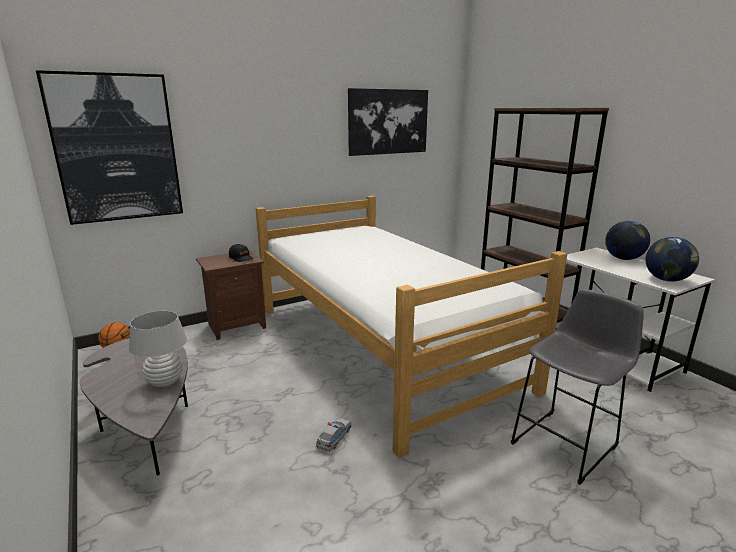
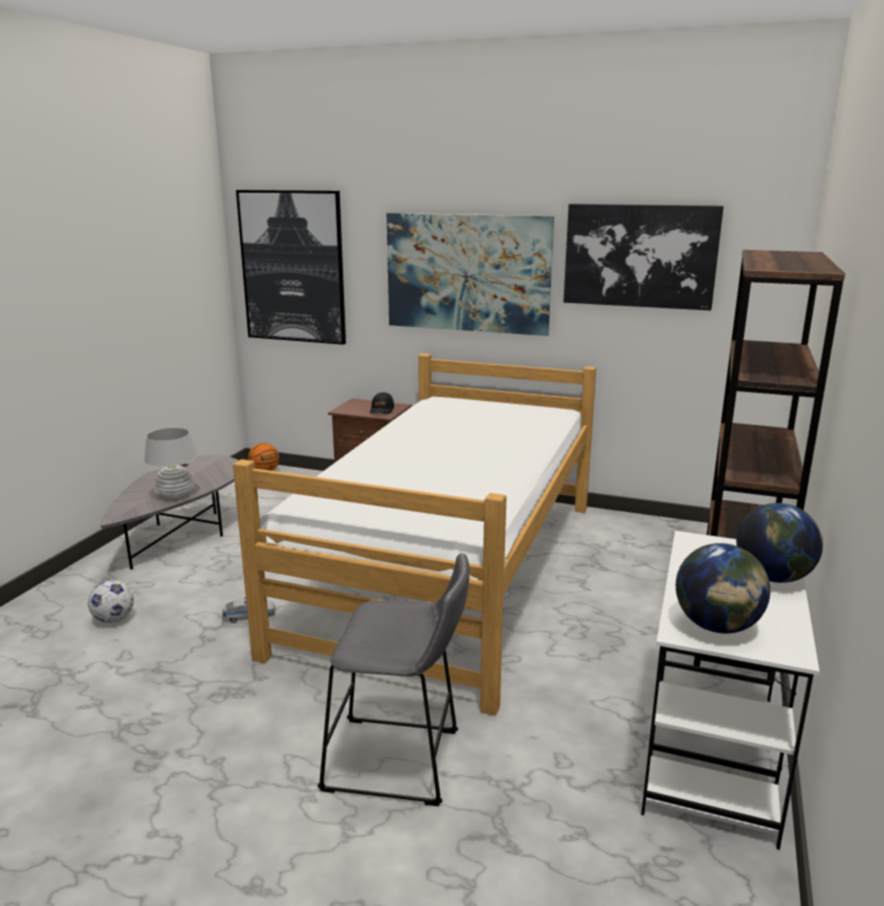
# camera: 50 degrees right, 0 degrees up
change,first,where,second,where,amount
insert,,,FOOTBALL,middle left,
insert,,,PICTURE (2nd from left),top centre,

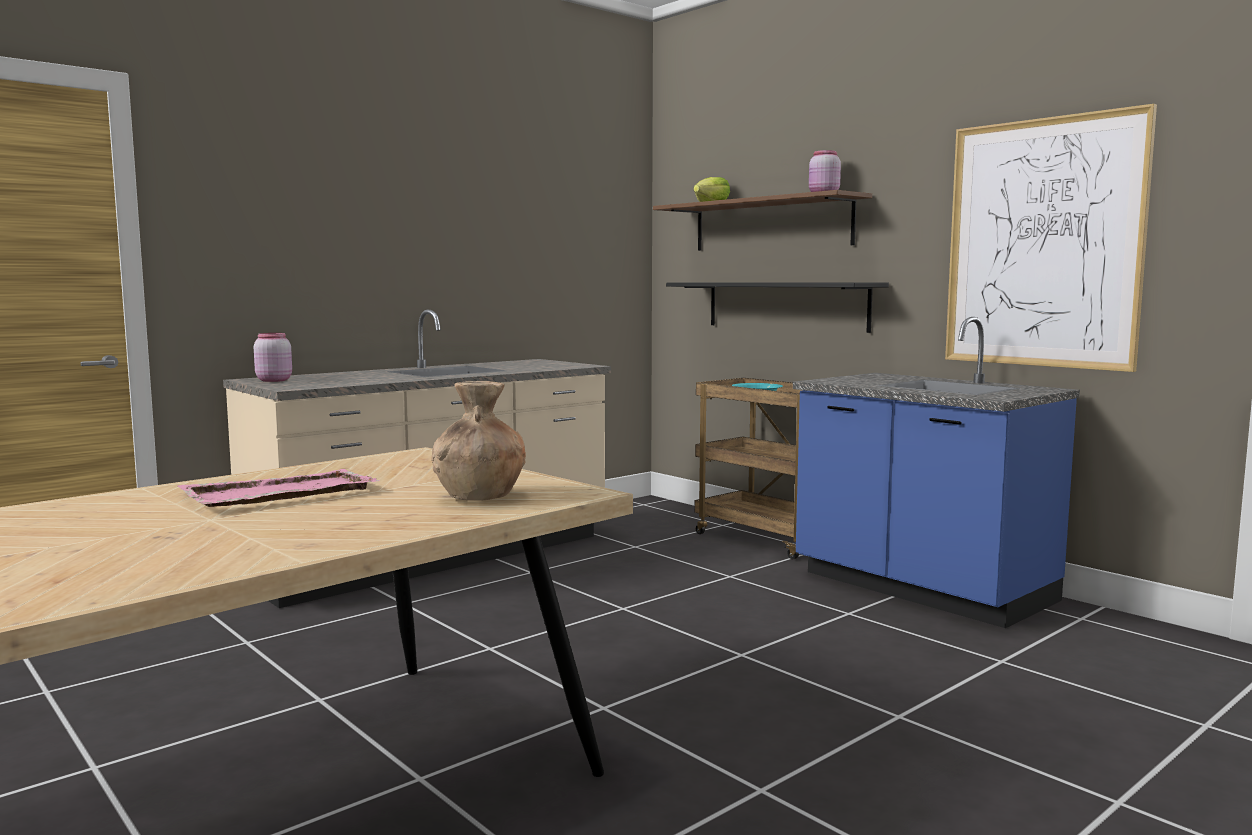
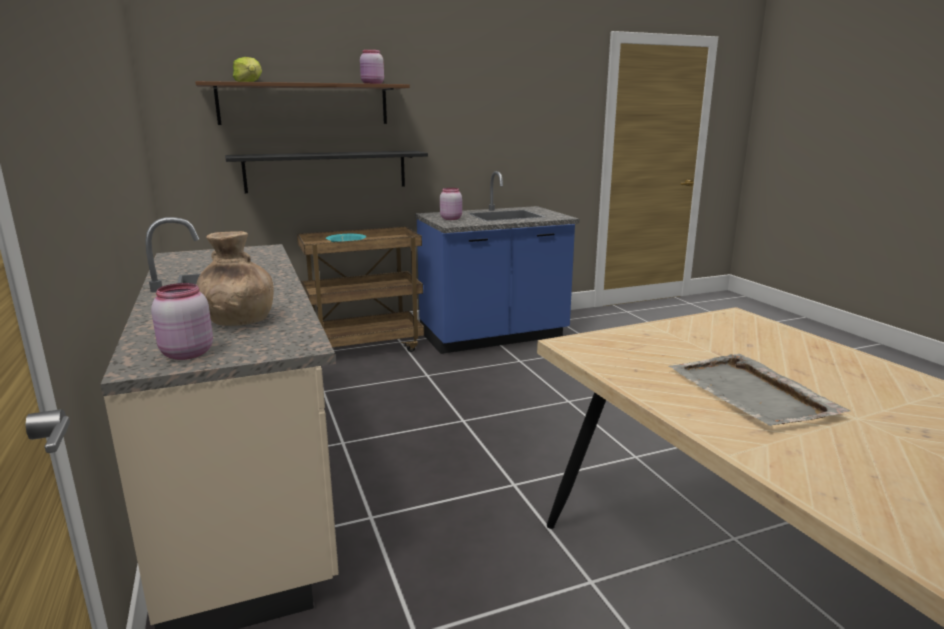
# camera: 70 degrees left, 10 degrees up
change,first,where,second,where,amount
delete,PICTURE,top right,,,
insert,,,PINK JAR (3rd from left),top centre,
move,BROWN VASE,centre,,middle left,
recolor,PINK TRAY,middle left,GREY TRAY,middle right,

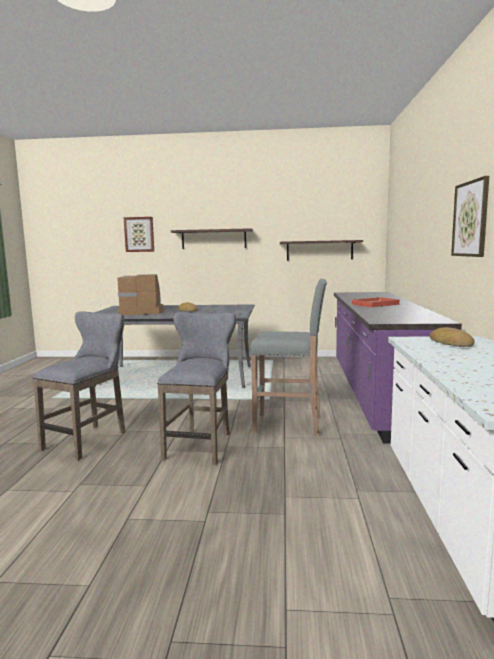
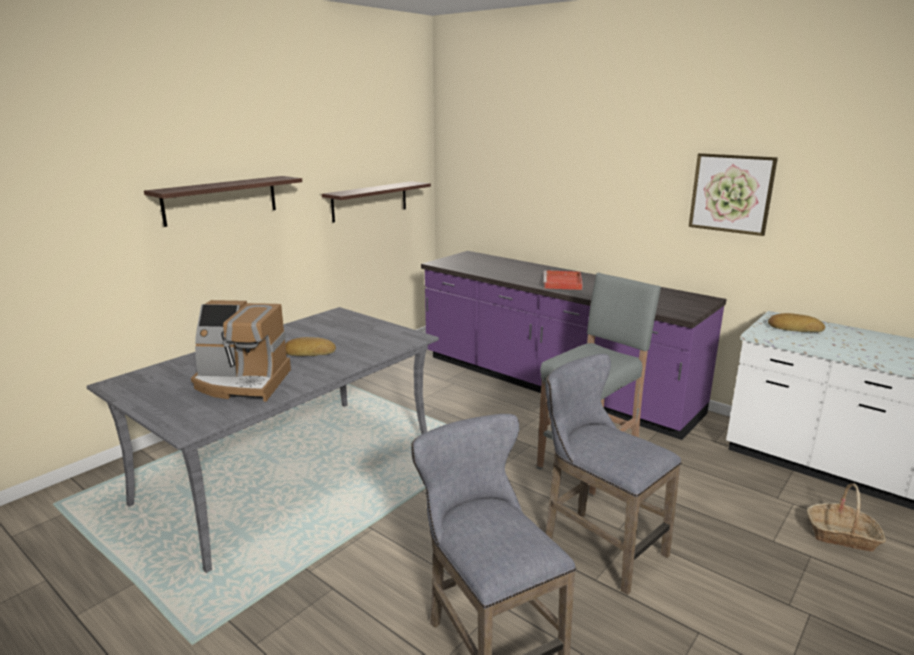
# camera: 55 degrees left, 10 degrees up
change,first,where,second,where,amount
delete,PICTURE (1st from left),middle left,,,
insert,,,BASKET,bottom right,
rotate,COFFEE MACHINE,middle left,,middle left,120 degrees counterclockwise

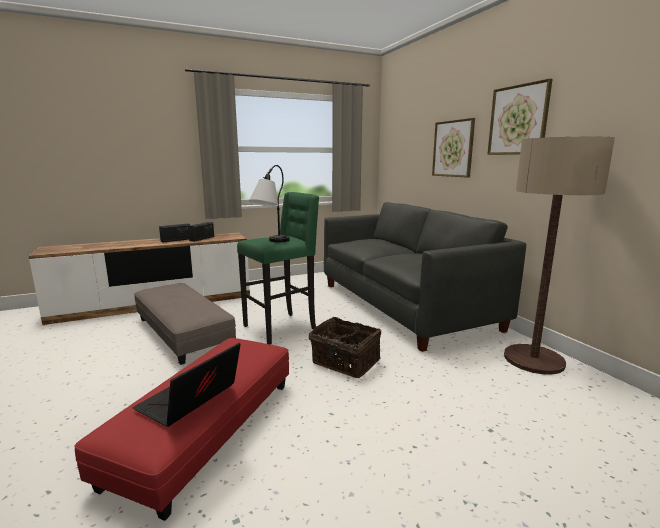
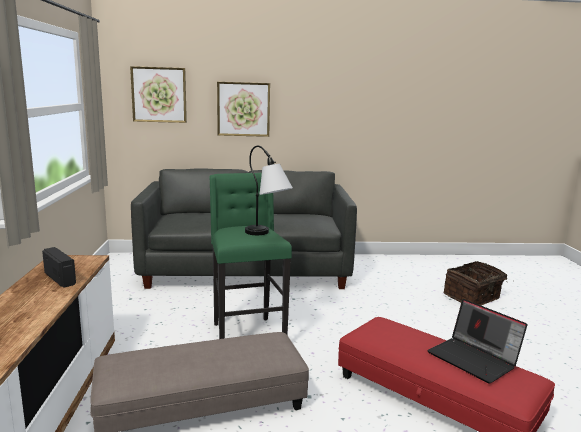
# camera: 70 degrees left, 0 degrees up
change,first,where,second,where,amount
delete,RADIO (1st from left),middle left,,,
delete,FLOOR LAMP,middle right,,,
move,BASKET,centre,,middle right,
move,PICTURE (2nd from left in the first image),top right,PICTURE (1st from left),top left,

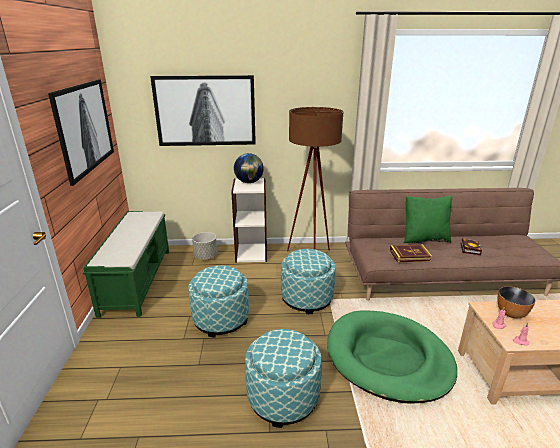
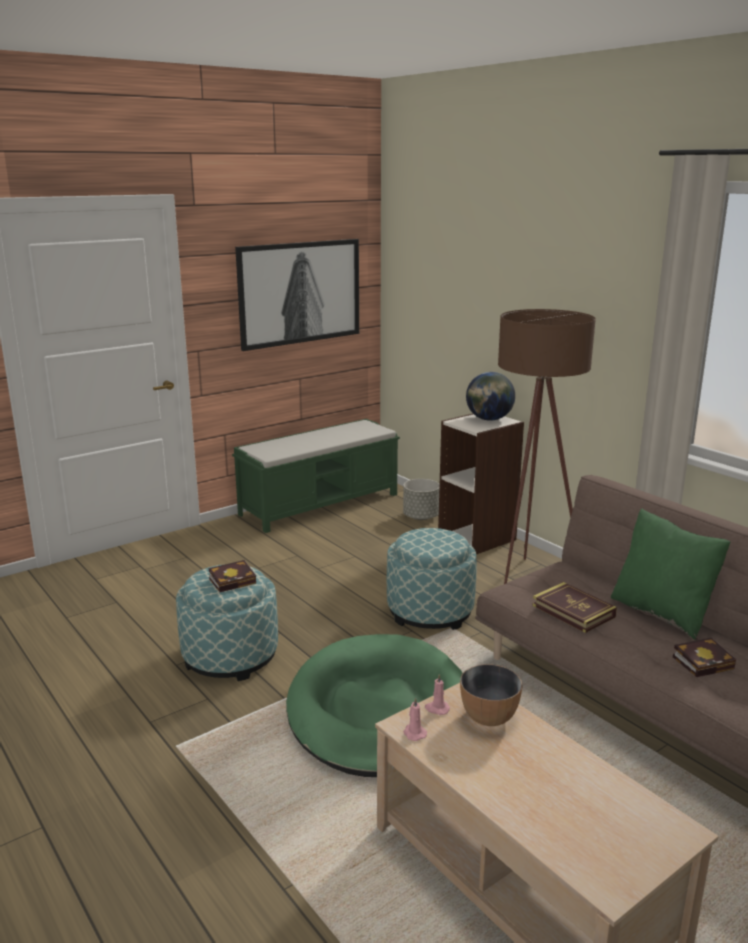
# camera: 55 degrees right, 5 degrees down
change,first,where,second,where,amount
delete,PICTURE (2nd from left),top centre,,,
delete,OTTOMAN (1st from left),bottom centre,,,
insert,,,BOOK (1st from left),middle left,

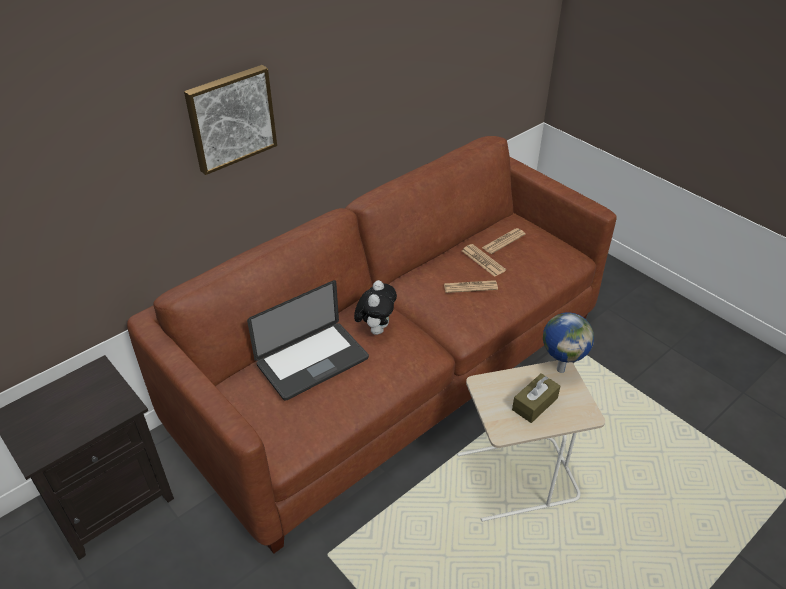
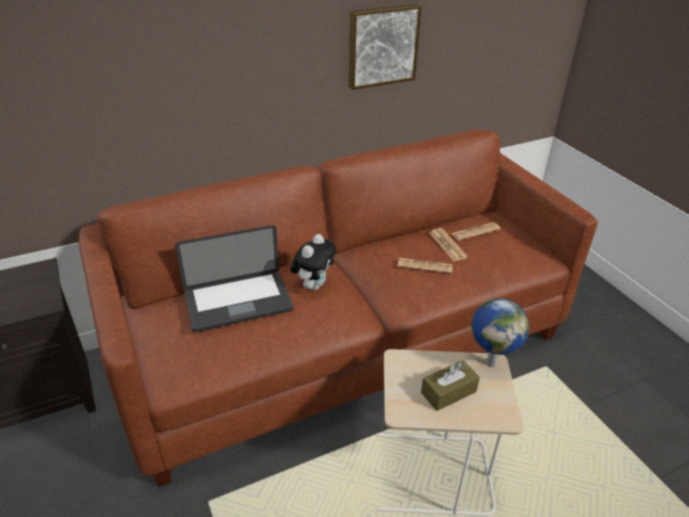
# camera: 15 degrees right, 5 degrees down
change,first,where,second,where,amount
move,PICTURE,top left,,top centre,

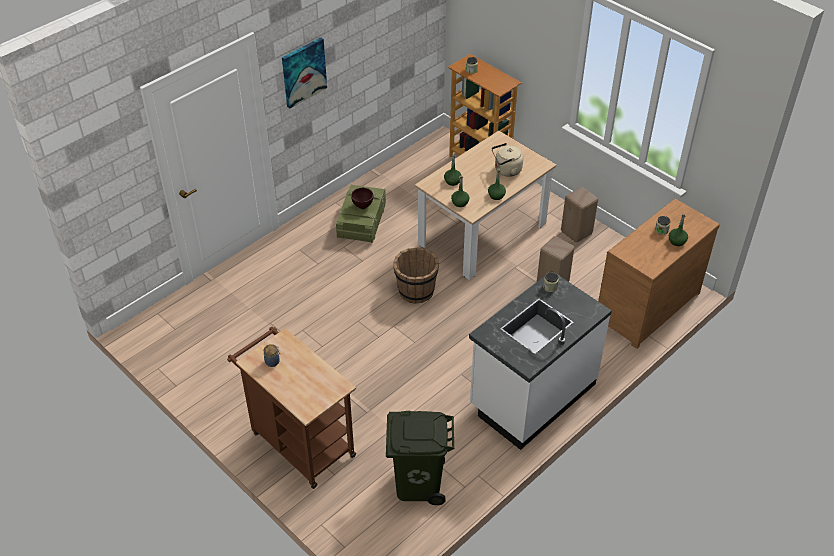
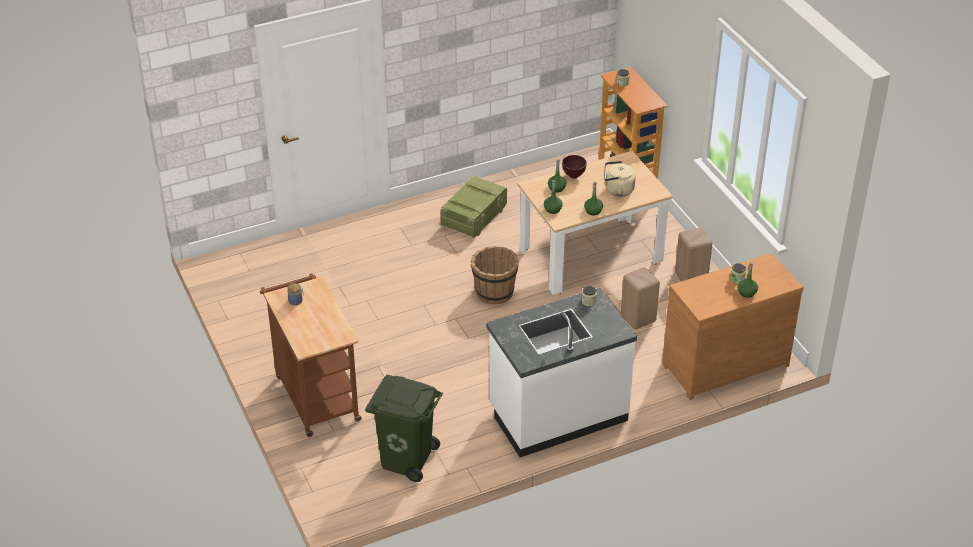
# camera: 20 degrees right, 5 degrees down
change,first,where,second,where,amount
delete,PICTURE,top centre,,,
move,BROWN BOWL,centre,,top centre,

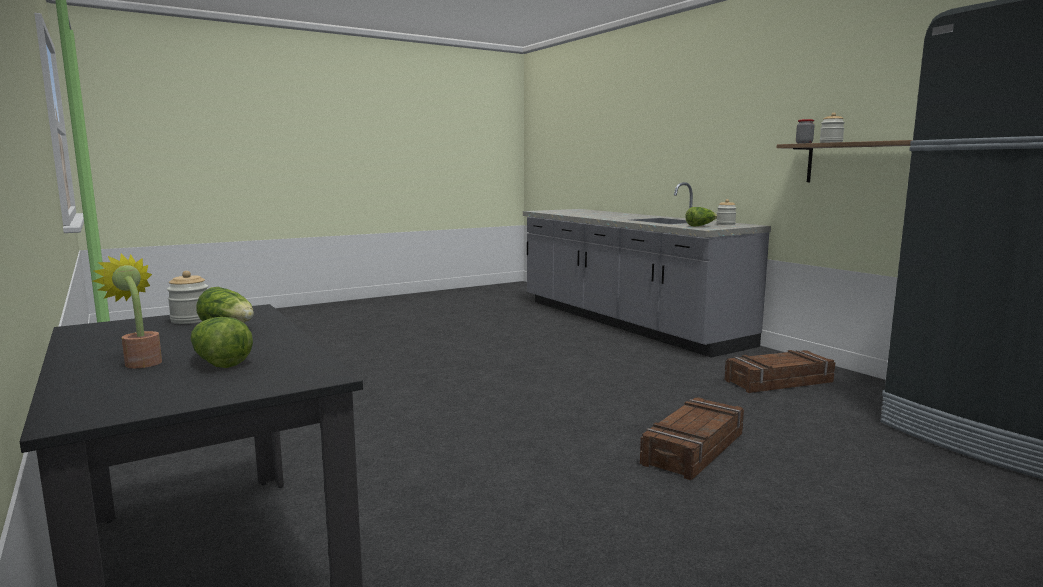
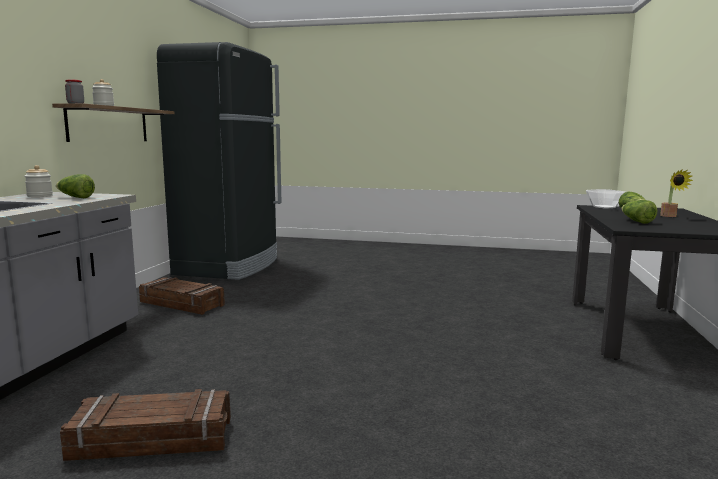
# camera: 135 degrees left, 0 degrees up
change,first,where,second,where,amount
delete,JAR (1st from left),middle left,,,
insert,,,BOWL,middle right,
move,CRATE (1st from left),bottom centre,,bottom left,

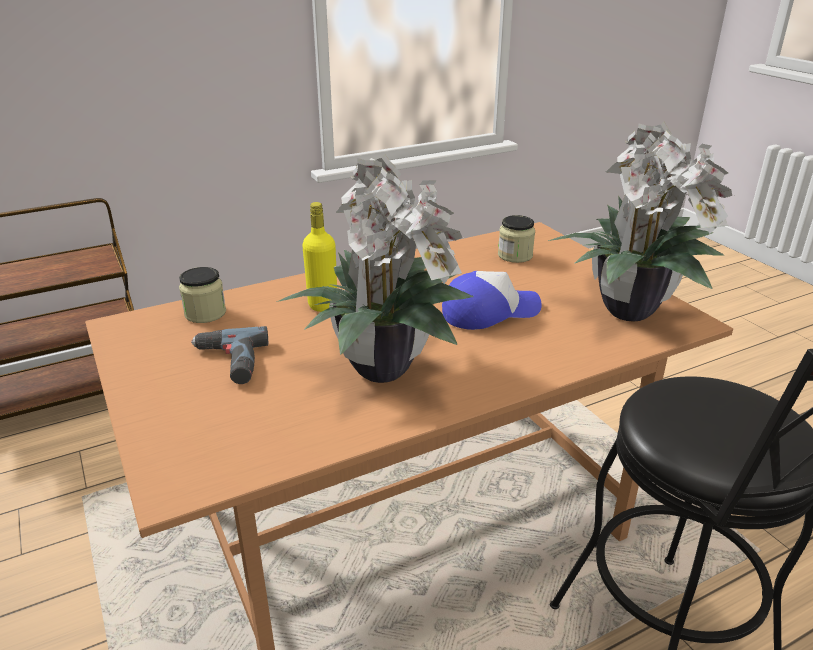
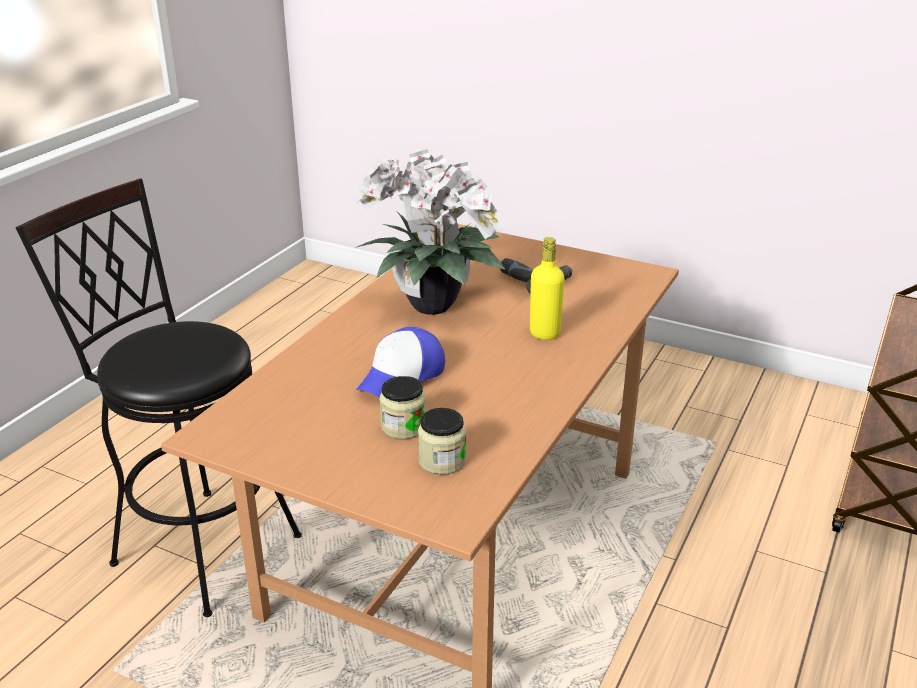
# camera: 145 degrees right, 0 degrees up
change,first,where,second,where,amount
delete,POTTED PLANT (2nd from left),middle right,,,
move,JAR (1st from left),middle left,,centre,

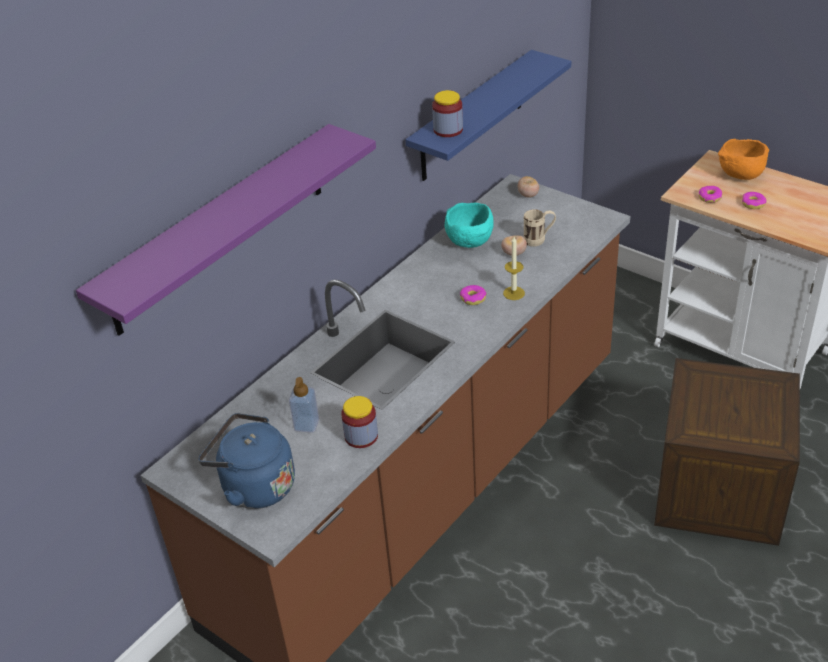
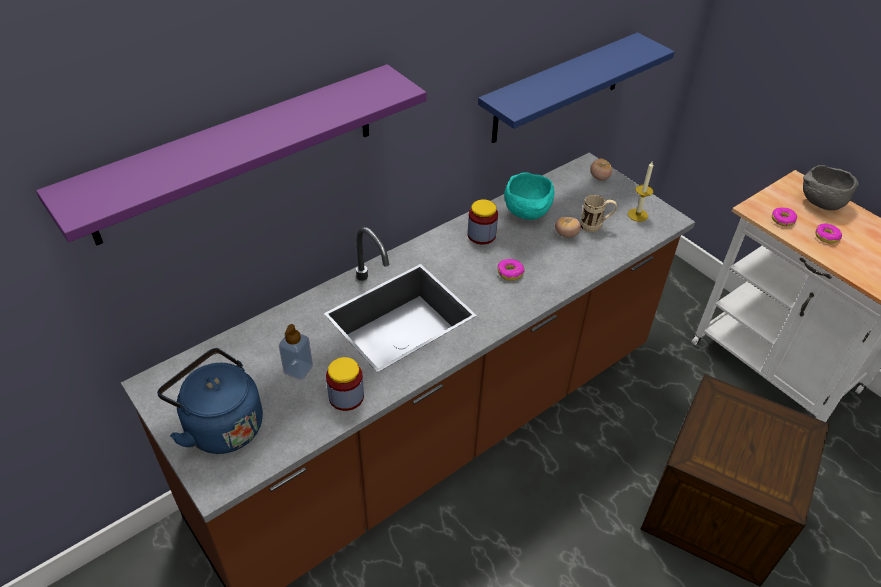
# camera: 10 degrees right, 5 degrees up
change,first,where,second,where,amount
move,JAR (2nd from left),top centre,,centre,
move,CANDLE,centre,,top right,
recolor,ORANGE BOWL,top right,GREY BOWL,top right,

